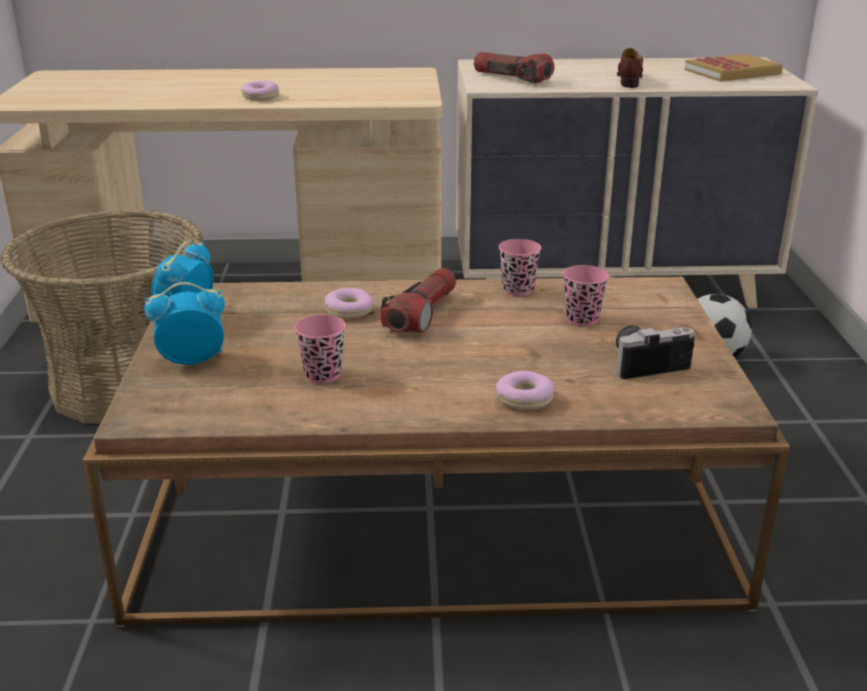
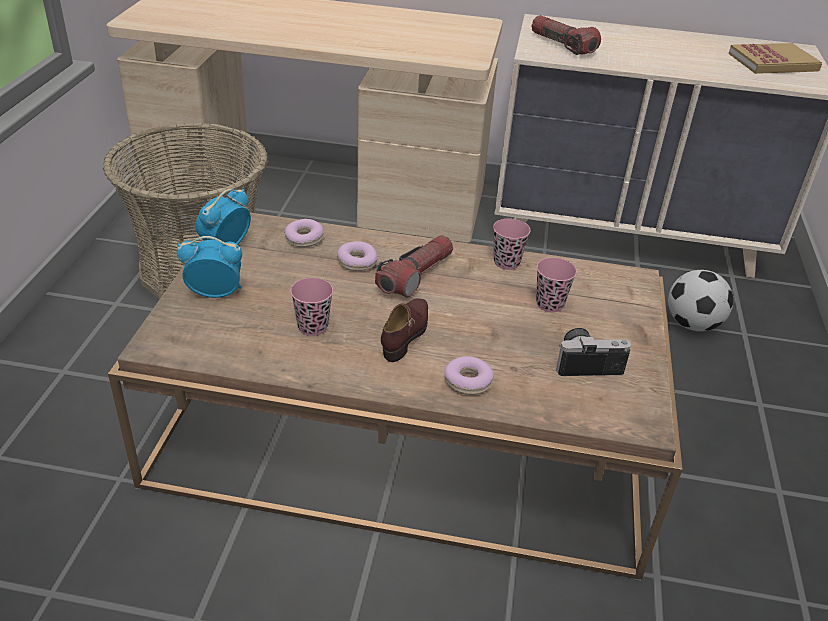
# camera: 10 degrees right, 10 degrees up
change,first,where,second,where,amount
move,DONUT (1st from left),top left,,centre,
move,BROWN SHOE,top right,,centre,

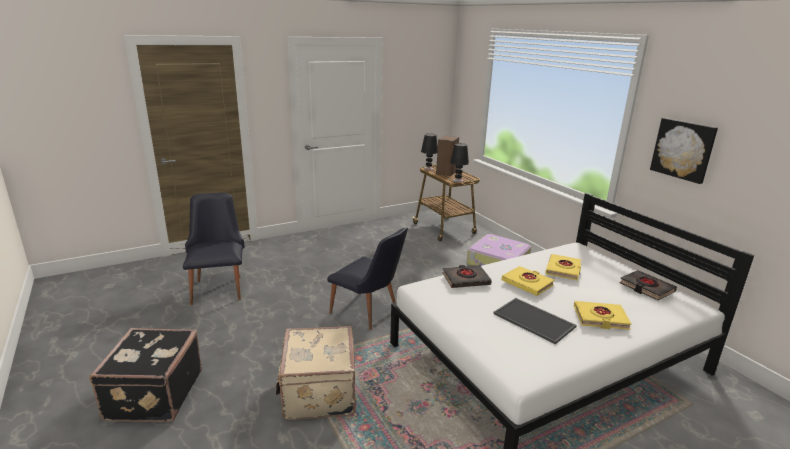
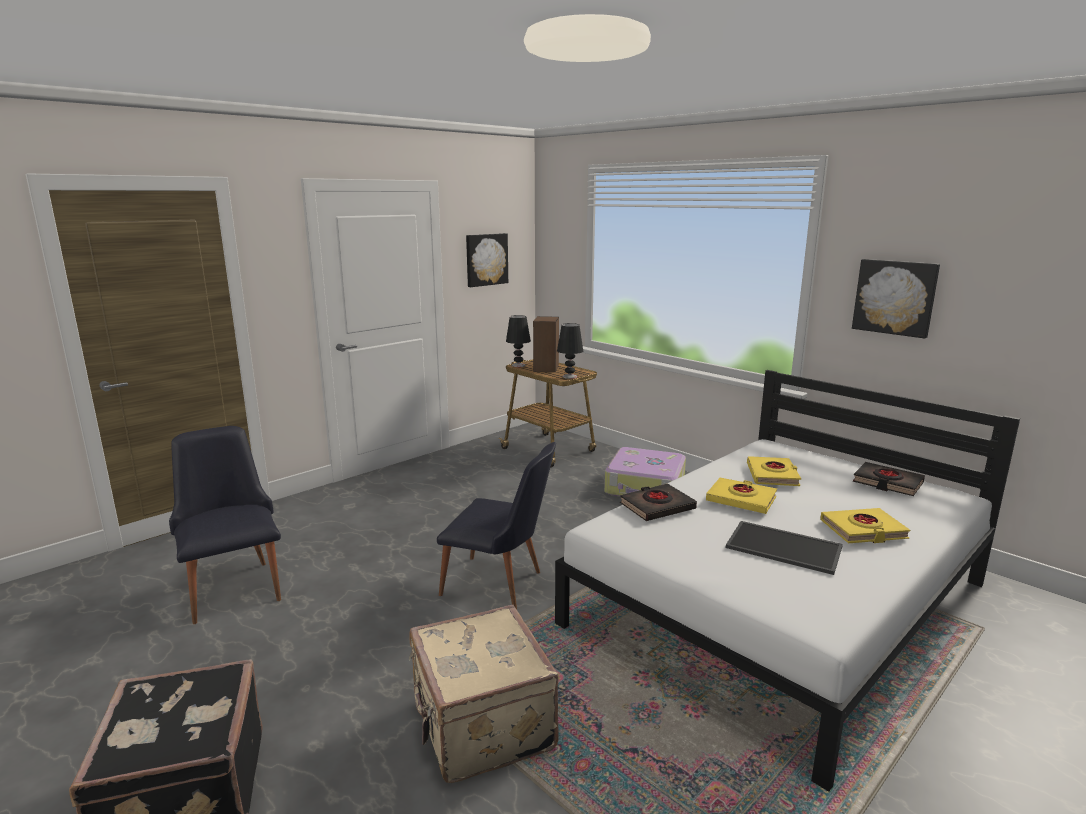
# camera: 15 degrees left, 5 degrees down
change,first,where,second,where,amount
insert,,,PICTURE (1st from left),top centre,

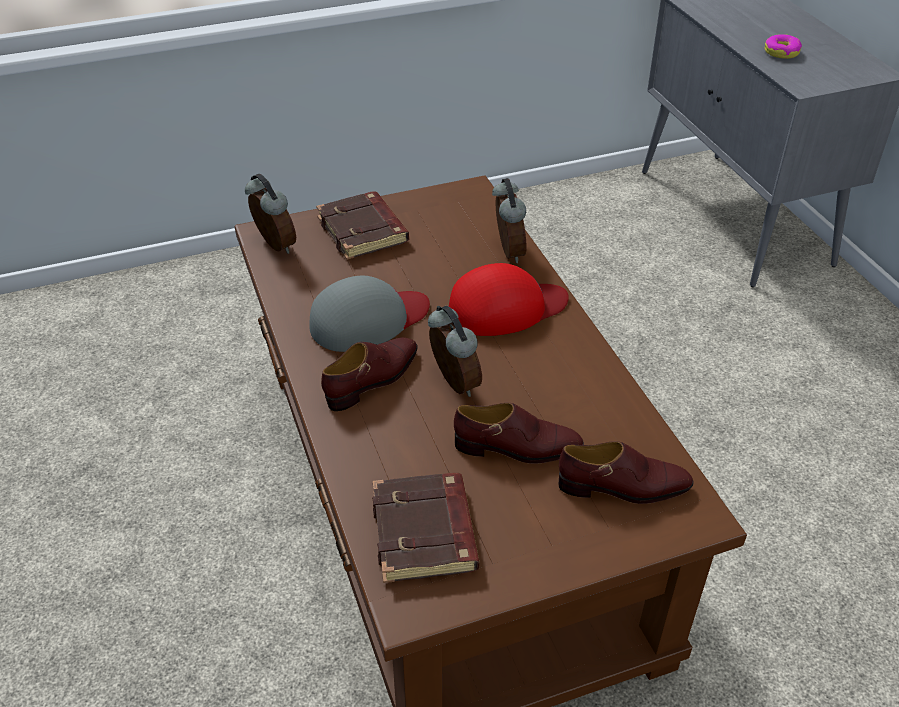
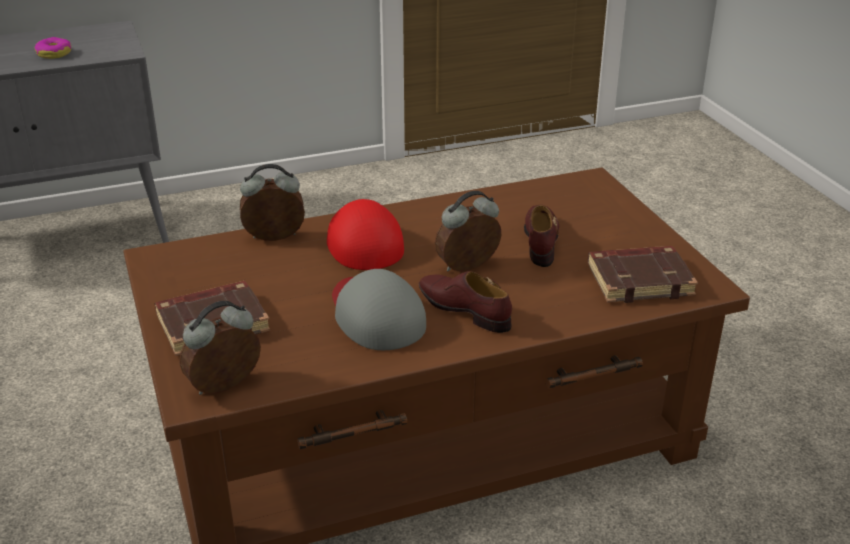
# camera: 90 degrees left, 10 degrees down
change,first,where,second,where,amount
delete,BROWN SHOE (3rd from left),bottom right,,,

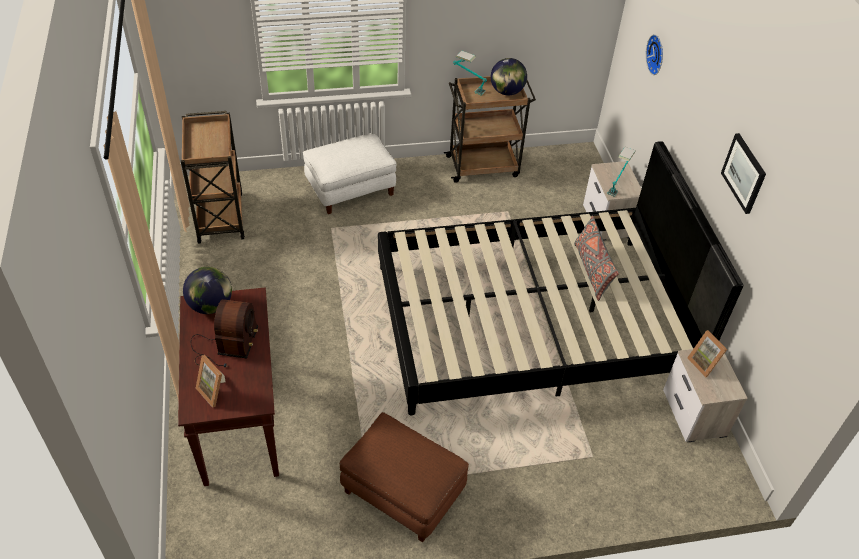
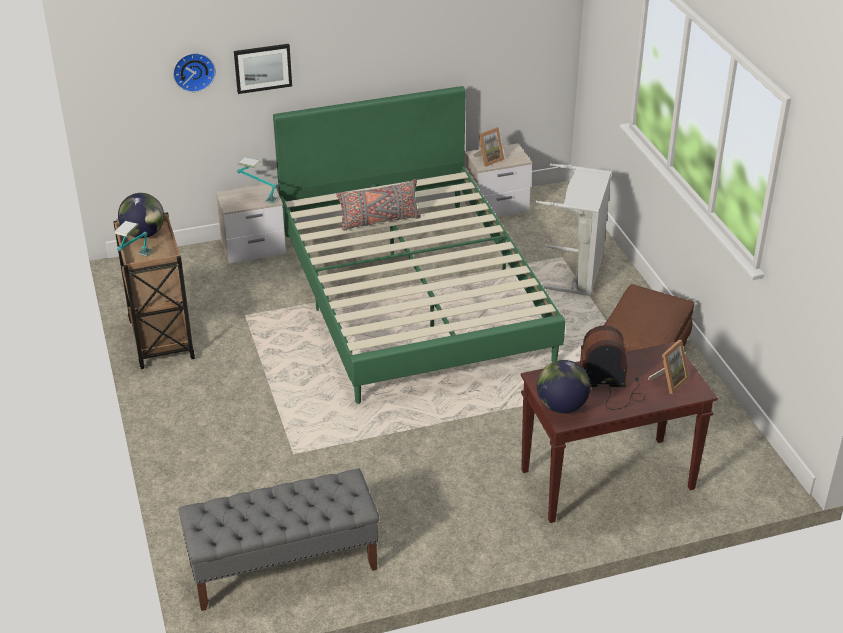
# camera: 95 degrees left, 10 degrees down
change,first,where,second,where,amount
delete,WHITE OTTOMAN,top centre,,,
insert,,,GREY LAUNDRY BASKET,middle right,
move,PICTURE,top right,,top left,
replace,BROWN CART (1st from left),top left,GREY BENCH,bottom left,
recolor,BLACK BED,centre,GREEN BED,centre,

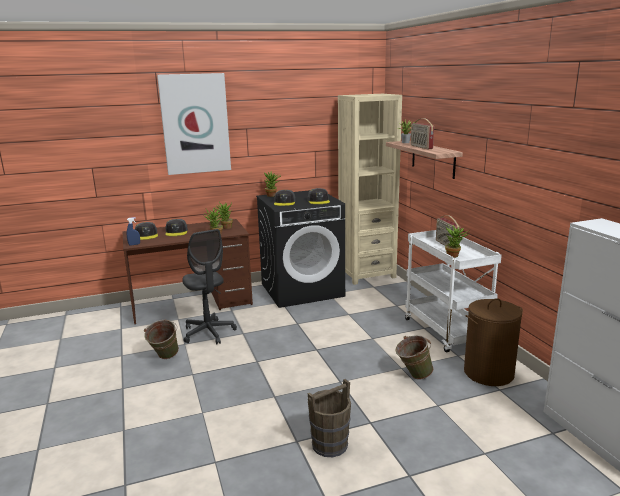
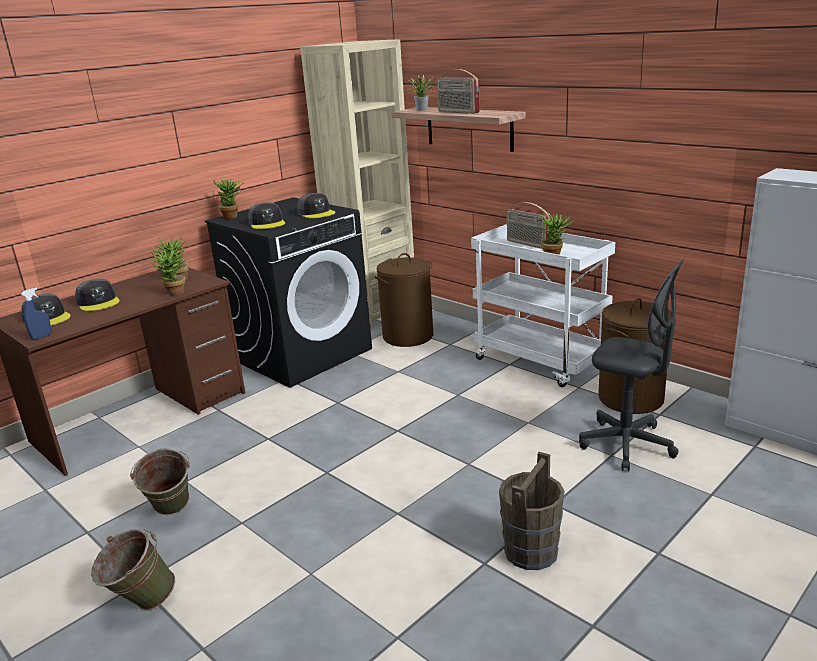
# camera: 25 degrees left, 5 degrees up
change,first,where,second,where,amount
delete,PICTURE,top left,,,
insert,,,BROWN LAUNDRY BASKET (1st from left),centre,
move,GREY OFFICE CHAIR,centre,,middle right,
move,GREEN BUCKET (2nd from left in the first image),bottom right,GREEN BUCKET (1st from left),bottom left,

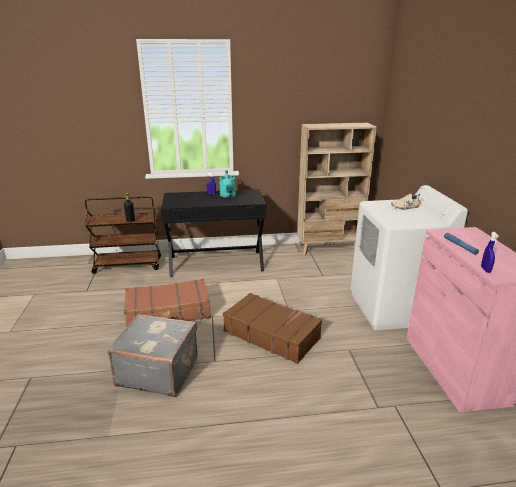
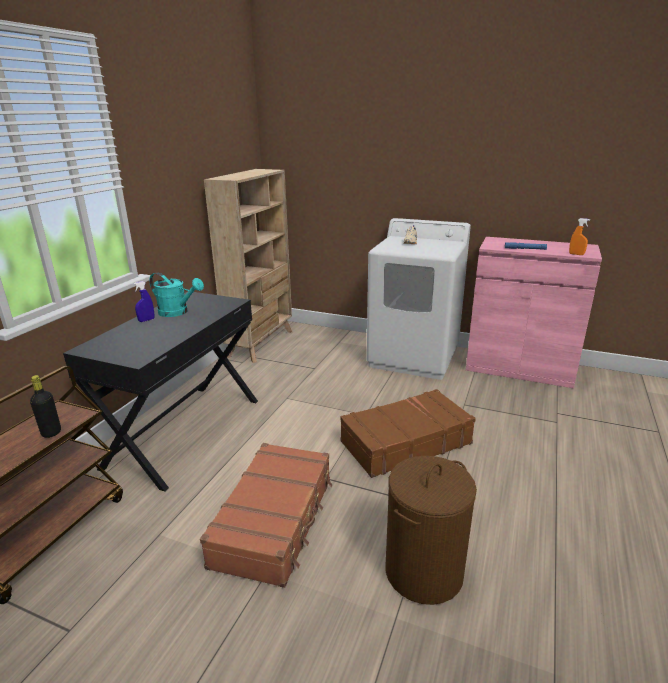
# camera: 60 degrees left, 0 degrees up
change,first,where,second,where,amount
replace,GREY SUITCASE,bottom left,BROWN LAUNDRY BASKET,bottom centre,
recolor,BLUE SPRAY BOTTLE (2nd from left),middle right,ORANGE SPRAY BOTTLE,middle right,

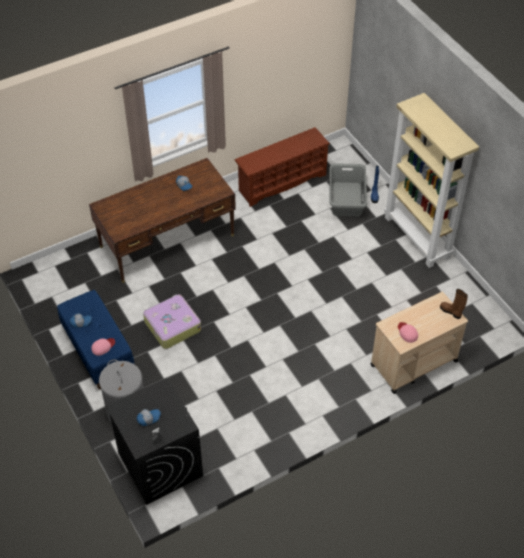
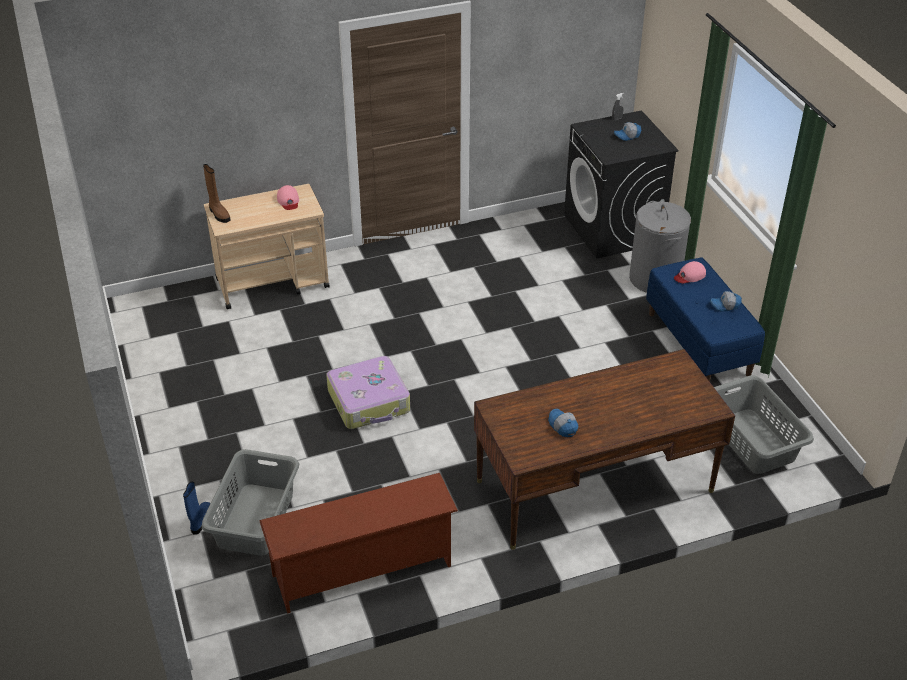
# camera: 170 degrees left, 10 degrees down
change,first,where,second,where,amount
delete,BEIGE BOOKCASE,top right,,,
insert,,,GREY LAUNDRY BASKET (3rd from left),middle right,
move,SUITCASE,middle left,,centre,

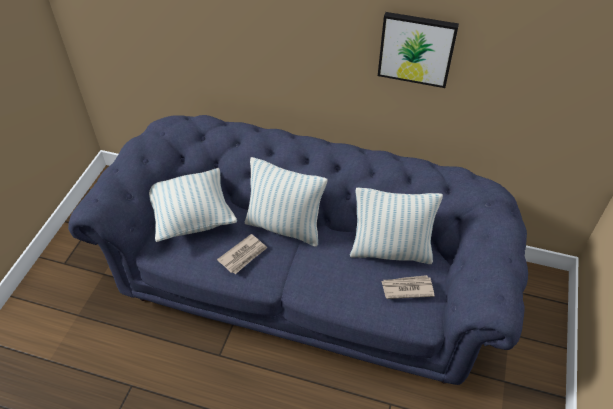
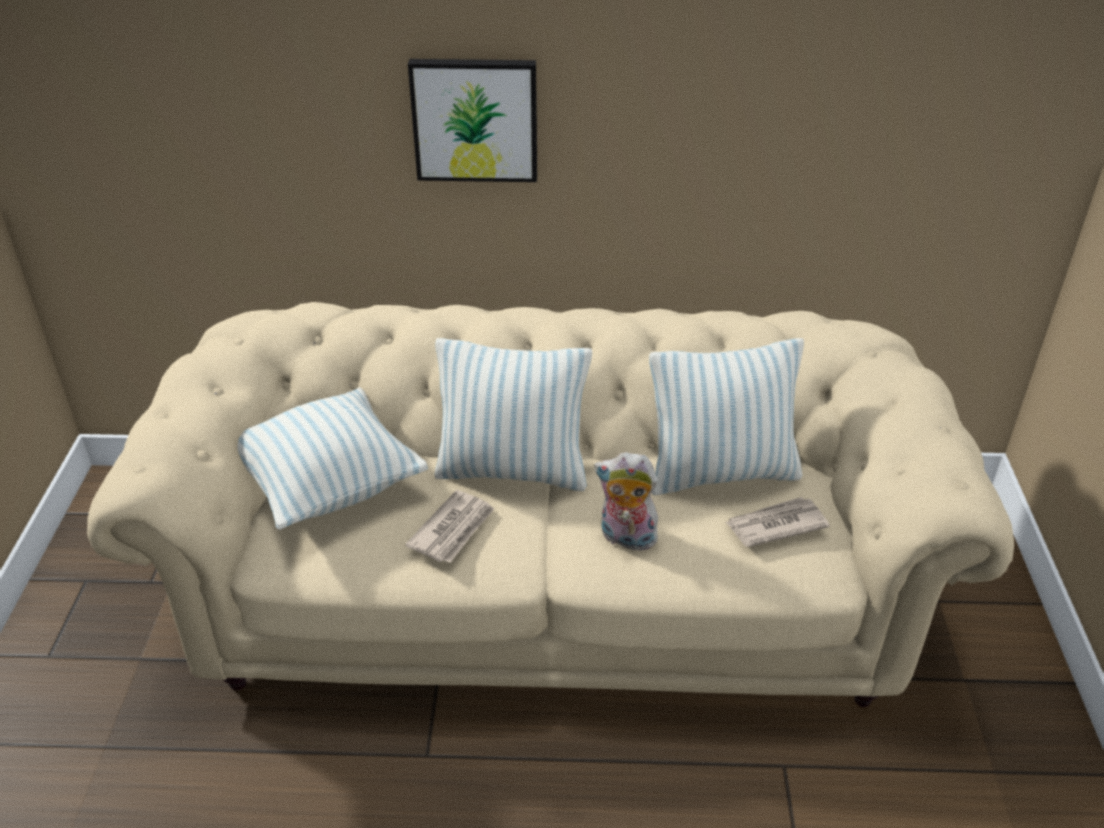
# camera: 15 degrees left, 10 degrees down
change,first,where,second,where,amount
insert,,,PLUSH TOY,centre,
move,PICTURE,top right,,top centre,
recolor,BLUE SOFA,centre,BEIGE SOFA,centre,

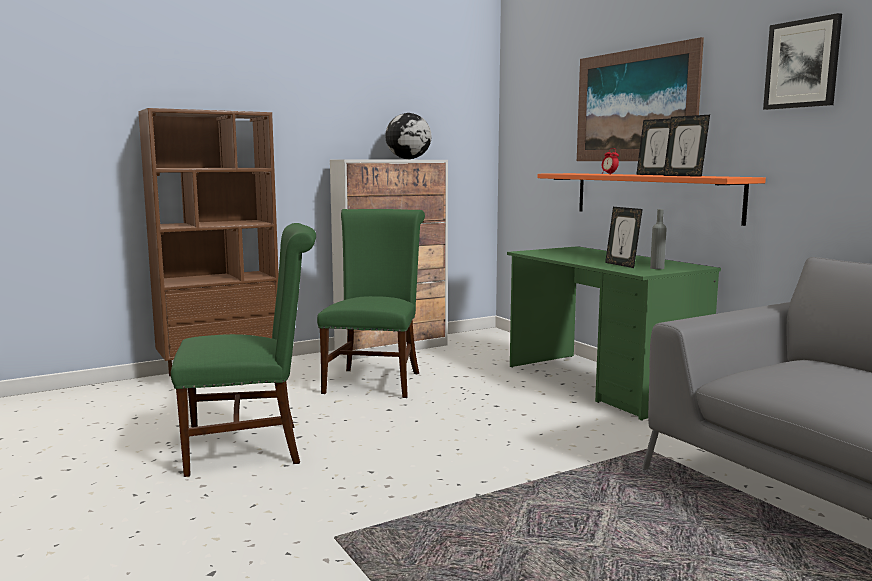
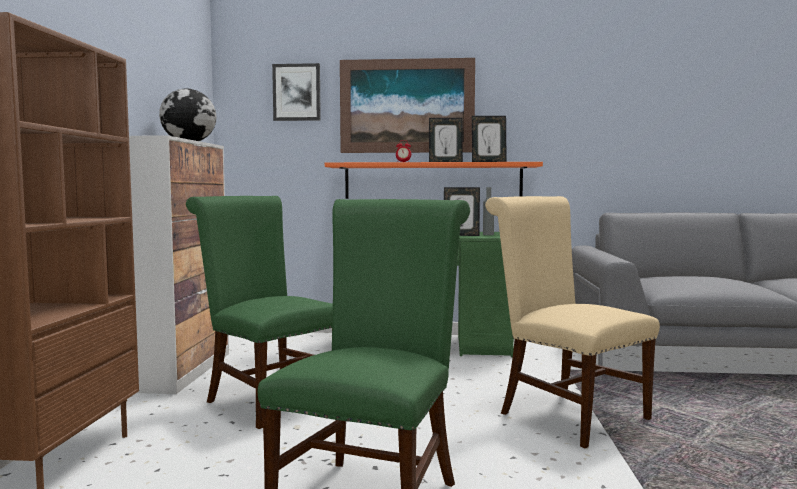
# camera: 55 degrees left, 5 degrees down
change,first,where,second,where,amount
insert,,,BEIGE CHAIR,middle right,
move,PICTURE (2nd from left in the first image),top right,PICTURE (1st from left),top centre,

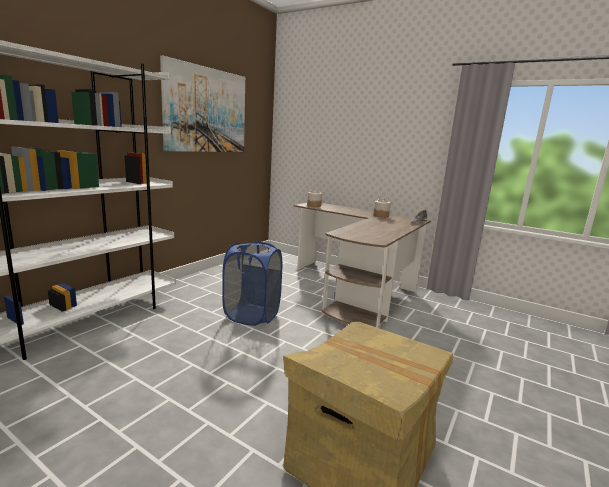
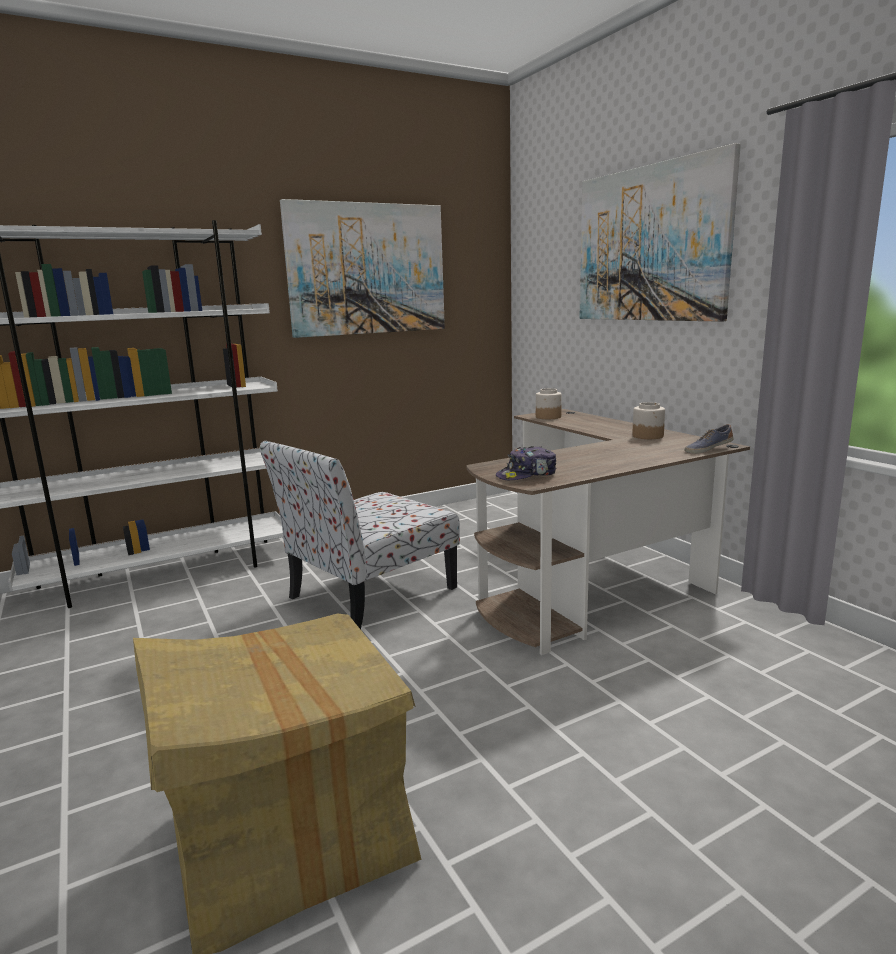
# camera: 30 degrees right, 0 degrees up
change,first,where,second,where,amount
insert,,,CAP,centre,
insert,,,PICTURE (2nd from left),top right,
replace,BLUE LAUNDRY BASKET,centre,CHAIR,centre,

